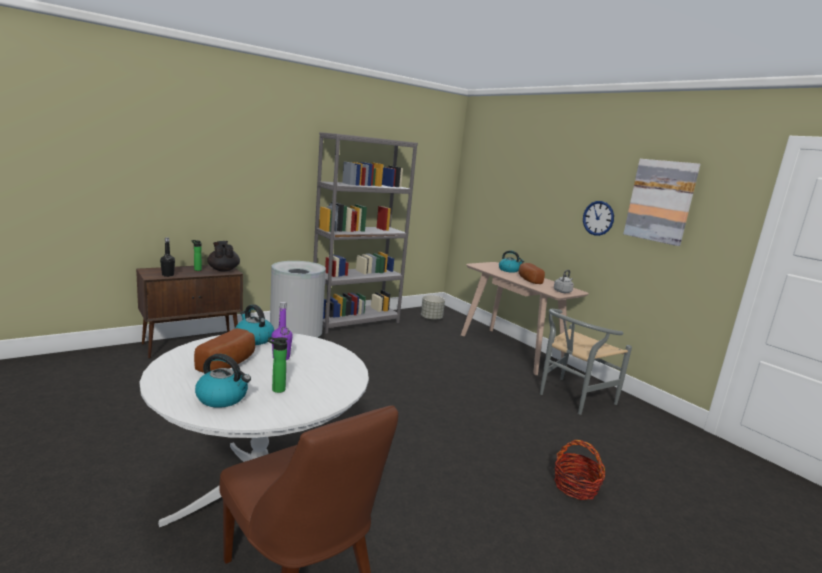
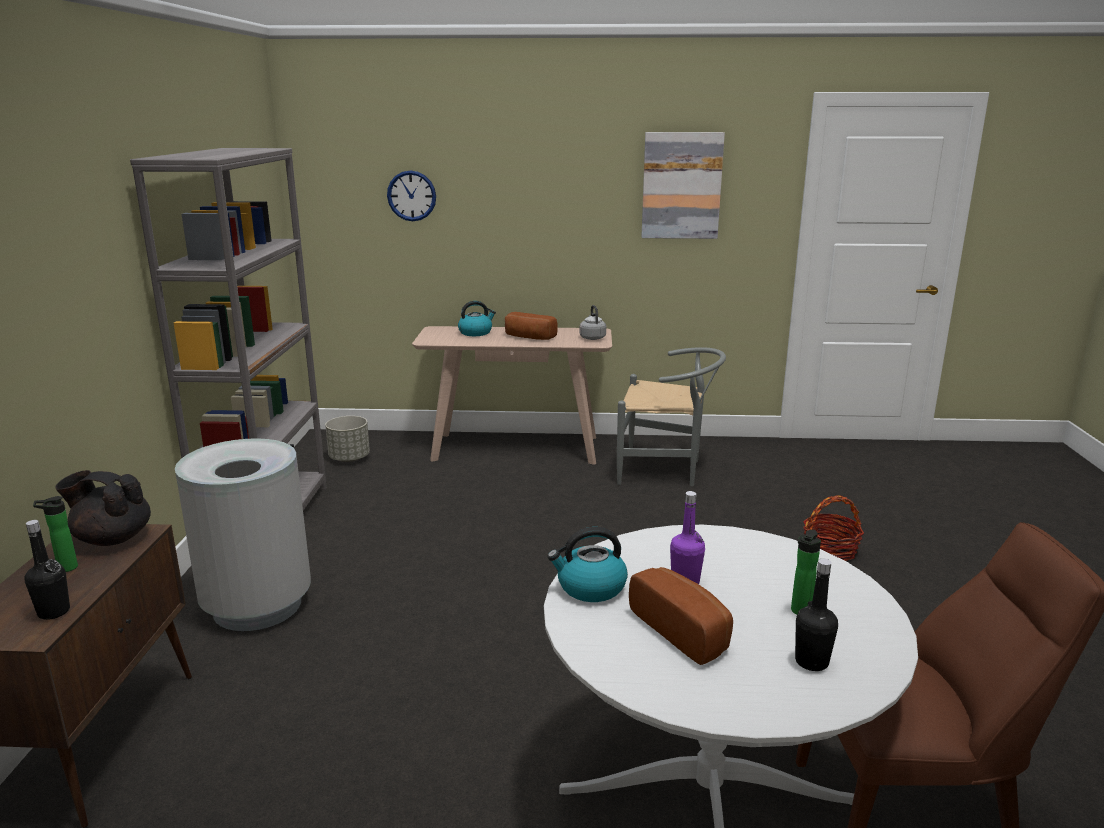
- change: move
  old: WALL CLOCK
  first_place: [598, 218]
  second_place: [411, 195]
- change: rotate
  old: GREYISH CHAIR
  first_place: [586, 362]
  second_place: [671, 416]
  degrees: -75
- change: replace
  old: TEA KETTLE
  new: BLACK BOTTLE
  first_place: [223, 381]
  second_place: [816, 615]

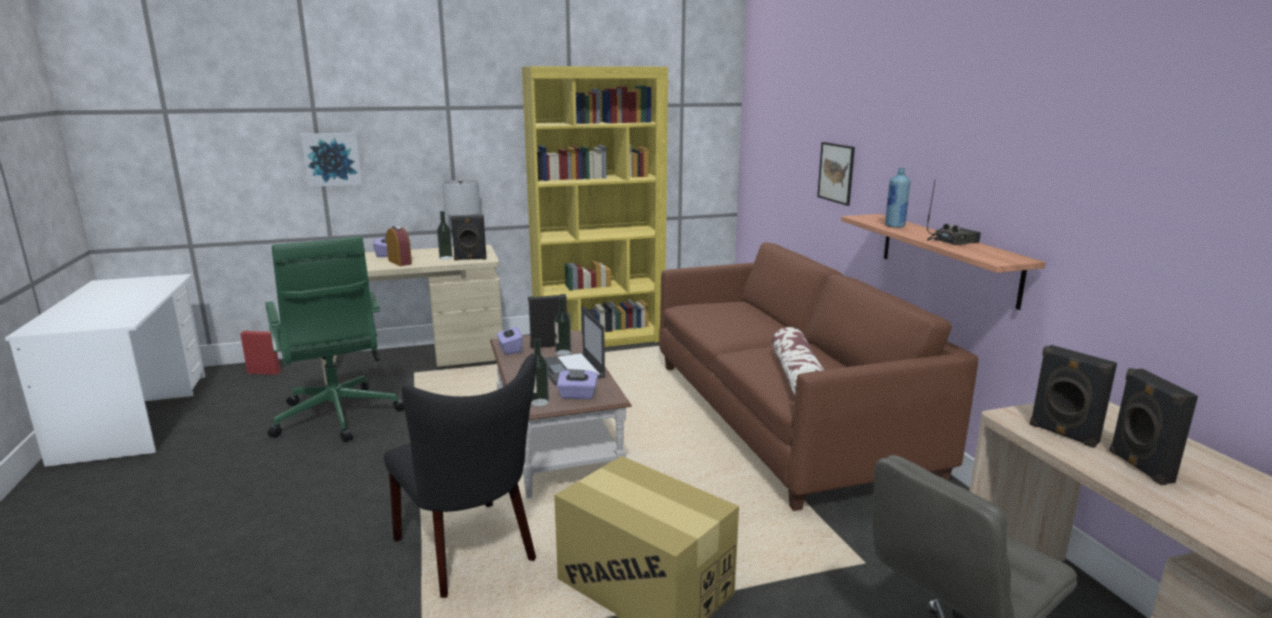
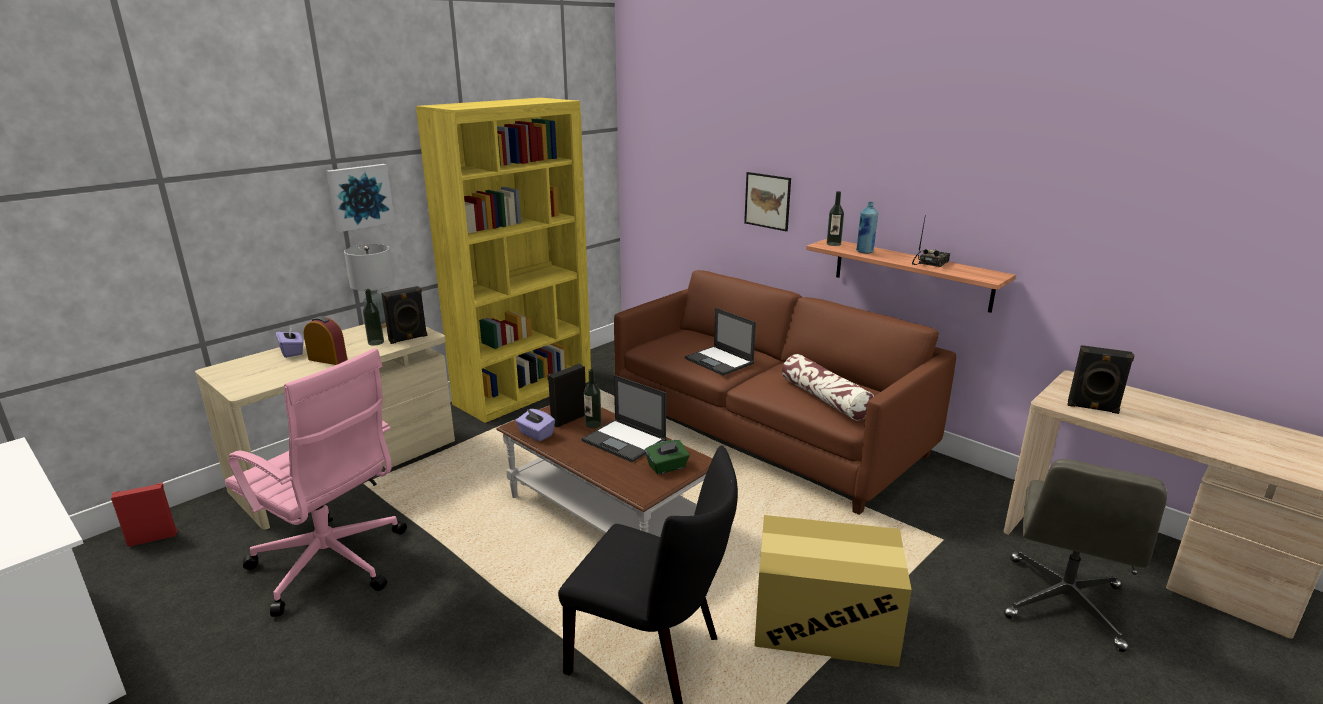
- change: recolor
  old: GREENISH COMPUTER CHAIR
  new: PINKISH COMPUTER CHAIR
  first_place: [334, 339]
  second_place: [316, 482]
- change: move
  old: WALL ART
  first_place: [332, 160]
  second_place: [360, 198]
- change: recolor
  old: PURPLE BOX OF TISSUES
  new: GREENISH BOX OF TISSUES
  first_place: [577, 384]
  second_place: [667, 457]
- change: insert
  new: NOTEBOOK COMPUTER
  second_place: [720, 342]
- change: move
  old: BOTTLE
  first_place: [540, 372]
  second_place: [835, 218]
- change: delete
  old: BLACK LOUDSPEAKER
  first_place: [1153, 426]

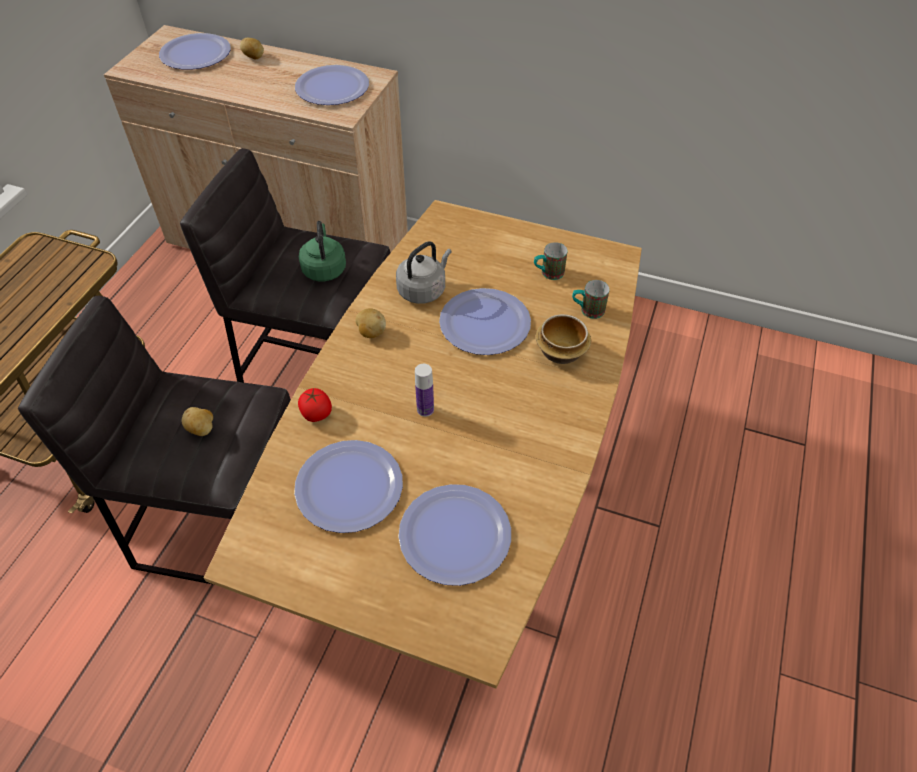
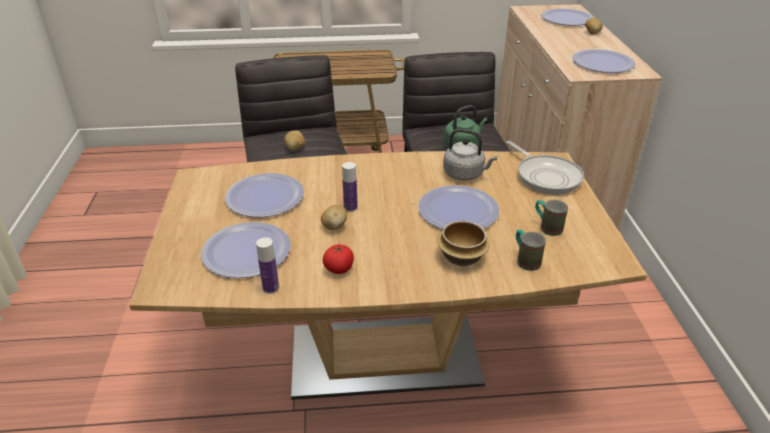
- change: insert
  new: BOTTLE
  second_place: [267, 265]
- change: move
  old: WHOLE POTATO
  first_place: [370, 323]
  second_place: [334, 217]
- change: move
  old: FRESH TOMATO
  first_place: [315, 405]
  second_place: [338, 259]
- change: insert
  new: SKILLET
  second_place: [545, 168]

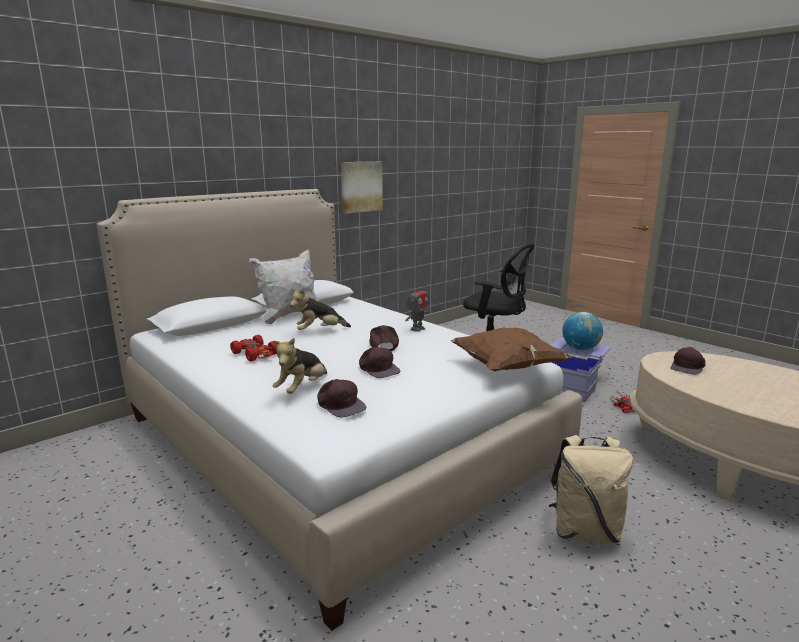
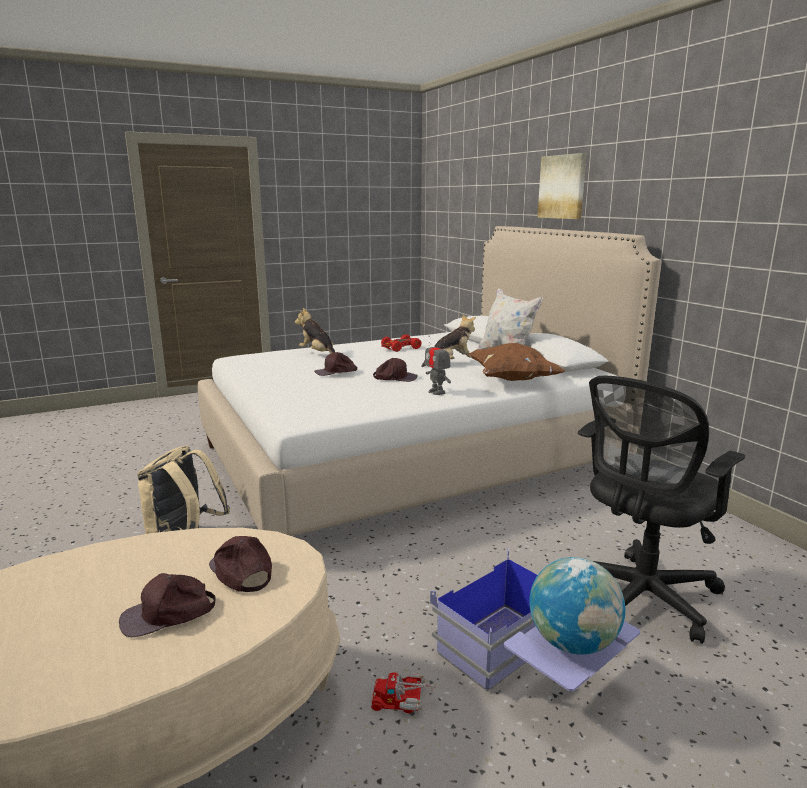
- change: move
  old: BROWNISH PEAKED CAP
  first_place: [342, 398]
  second_place: [167, 605]
- change: rotate
  old: SOFT TOY
  first_place: [320, 309]
  second_place: [448, 341]
  degrees: 75
- change: move
  old: BROWNISH PILLOW
  first_place: [511, 349]
  second_place: [516, 362]
- change: move
  old: WALL ART
  first_place: [362, 187]
  second_place: [562, 186]

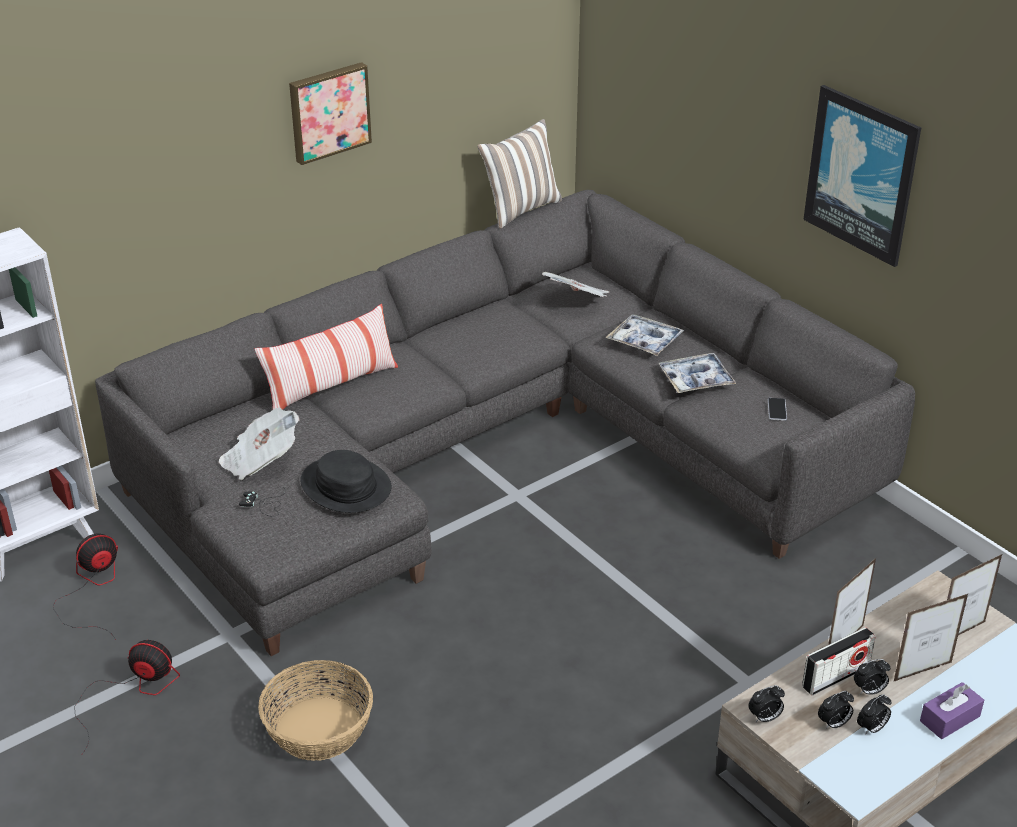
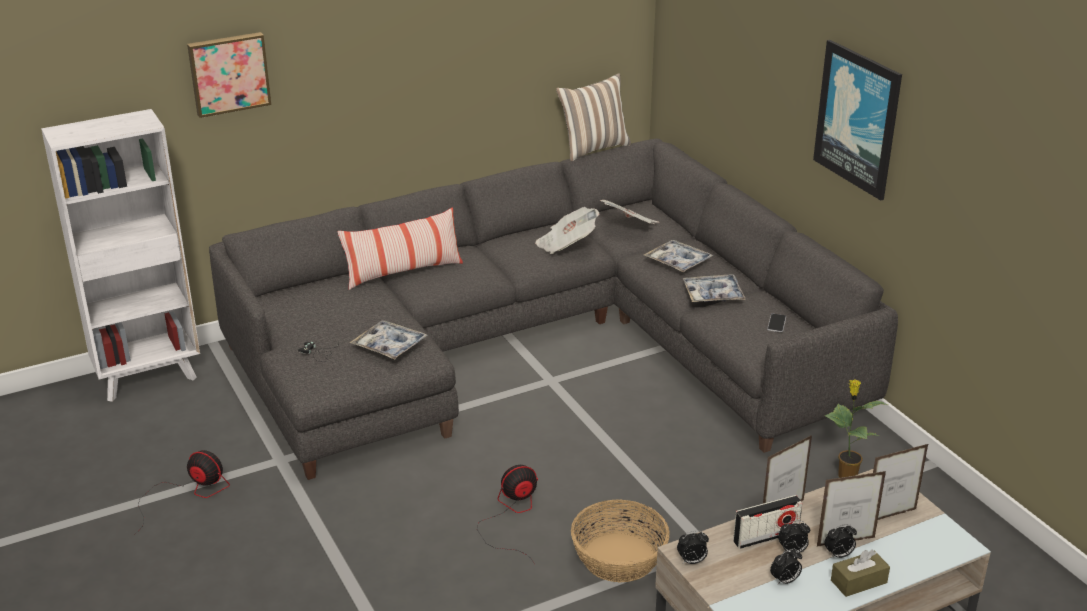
- change: move
  old: WALL ART
  first_place: [330, 113]
  second_place: [229, 75]
- change: replace
  old: BLACK HAT
  new: TRAY
  first_place: [346, 481]
  second_place: [389, 340]
- change: move
  old: COOLING FAN
  first_place: [85, 586]
  second_place: [507, 514]
- change: move
  old: NEWSPAPER
  first_place: [259, 443]
  second_place: [567, 230]
- change: move
  old: HOUSEHOLD BASKET
  first_place: [315, 710]
  second_place: [620, 541]
- change: move
  old: TABLE CLOCK
  first_place: [836, 710]
  second_place: [840, 541]
- change: insert
  new: POTTED PLANT
  second_place: [856, 429]
- change: recolor
  old: PURPLE BOX OF TISSUES
  new: BROWNISH BOX OF TISSUES
  first_place: [952, 710]
  second_place: [860, 573]

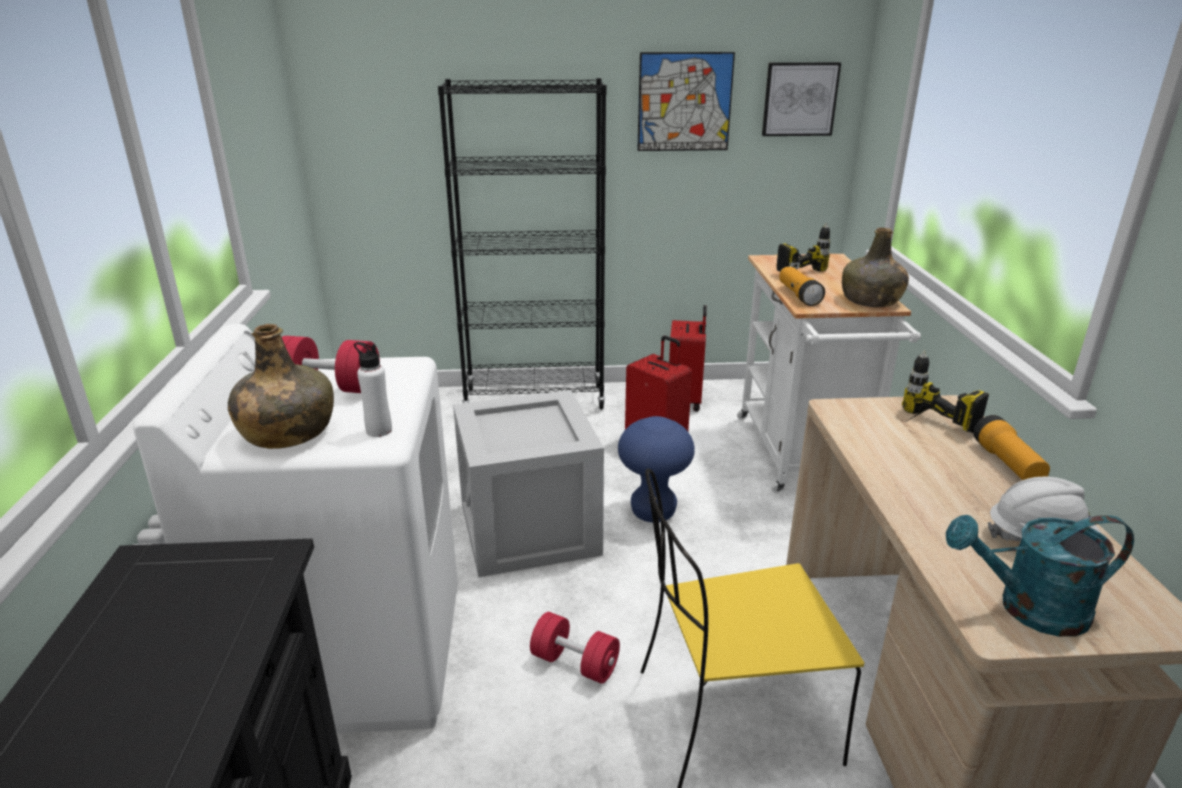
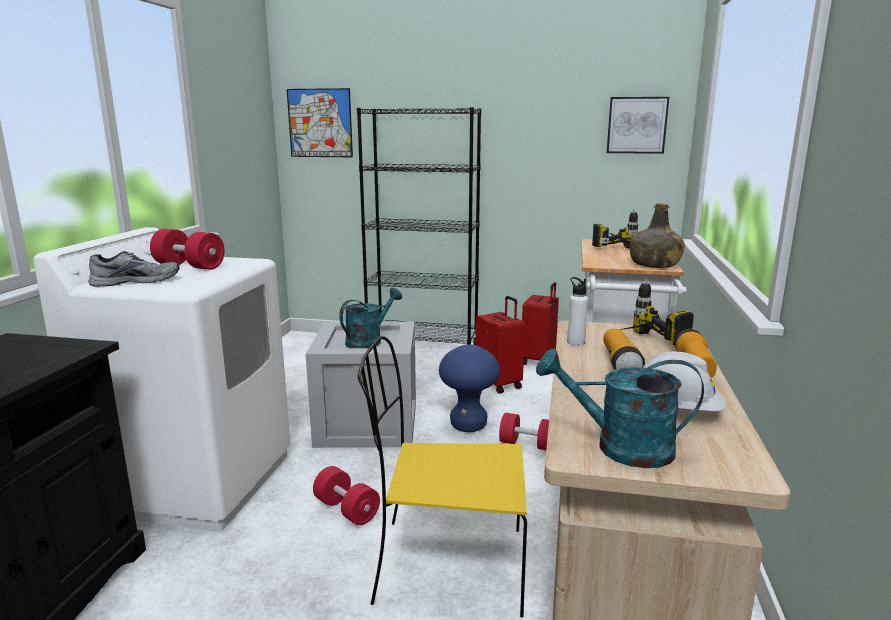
- change: replace
  old: GREENISH BOTTLE
  new: GREYISH SHOE
  first_place: [281, 386]
  second_place: [134, 269]
- change: move
  old: WALL ART
  first_place: [686, 101]
  second_place: [320, 122]
- change: insert
  new: BLUE-GREEN WATERING POT
  second_place: [370, 318]
- change: insert
  new: REDDISH DUMBBELL
  second_place: [524, 431]
- change: move
  old: WHITE BOTTLE
  first_place: [373, 389]
  second_place: [577, 311]
- change: move
  old: TORCH
  first_place: [802, 286]
  second_place: [624, 349]

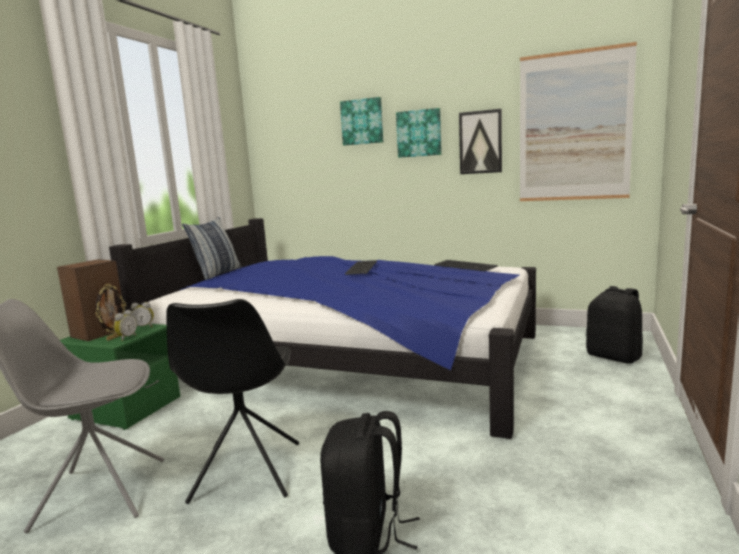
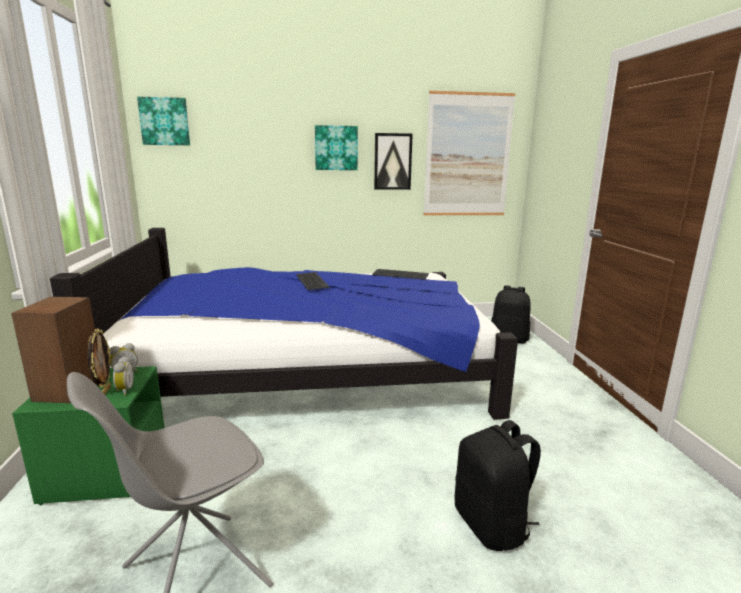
- change: move
  old: WALL ART
  first_place: [361, 121]
  second_place: [163, 121]
- change: delete
  old: BLACK CHAIR
  first_place: [232, 401]
- change: delete
  old: PILLOW
  first_place: [211, 248]

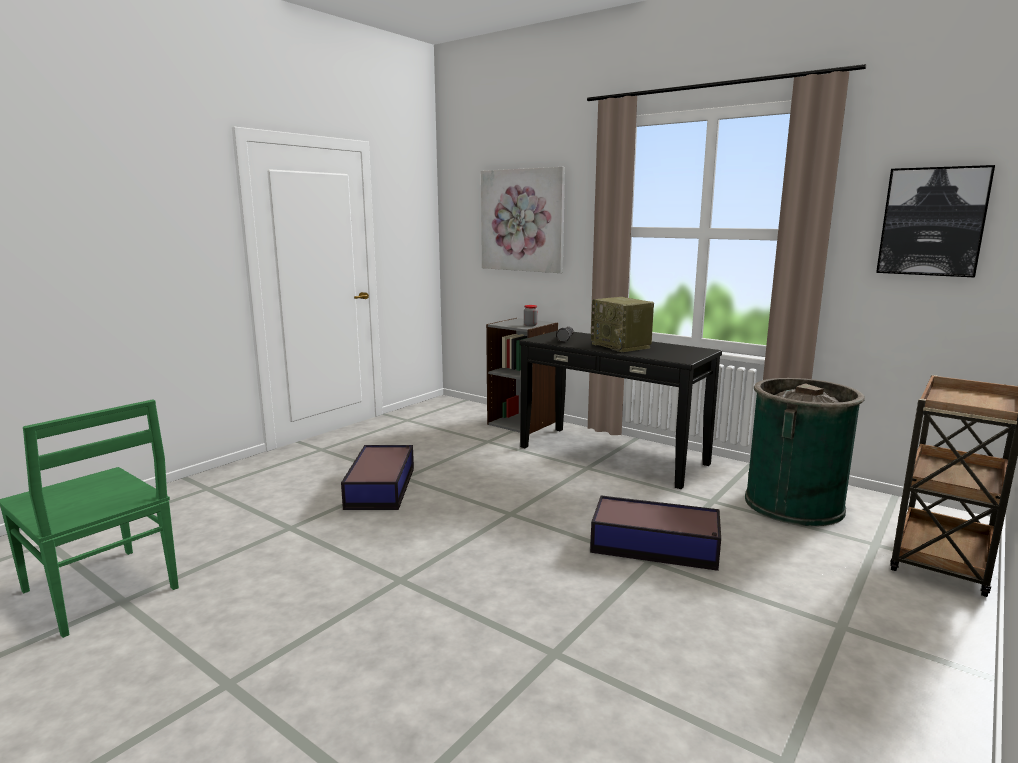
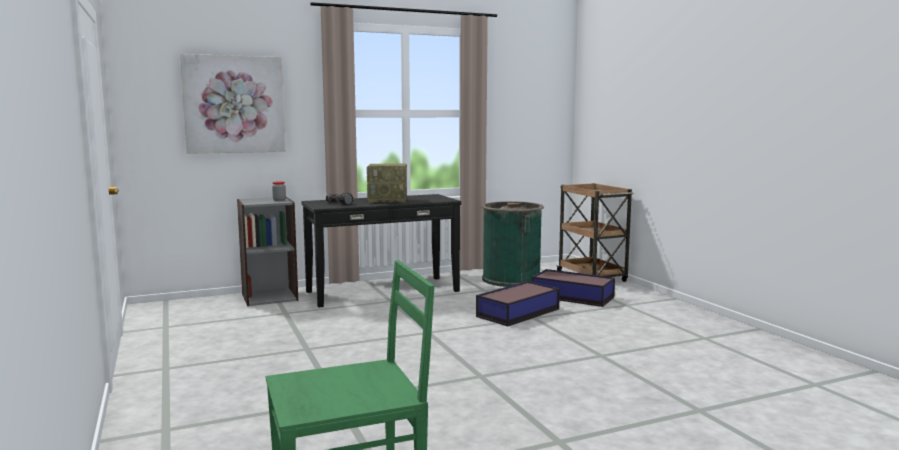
- change: move
  old: STORAGE BOX
  first_place: [377, 477]
  second_place: [573, 288]
- change: delete
  old: WALL ART
  first_place: [935, 221]

